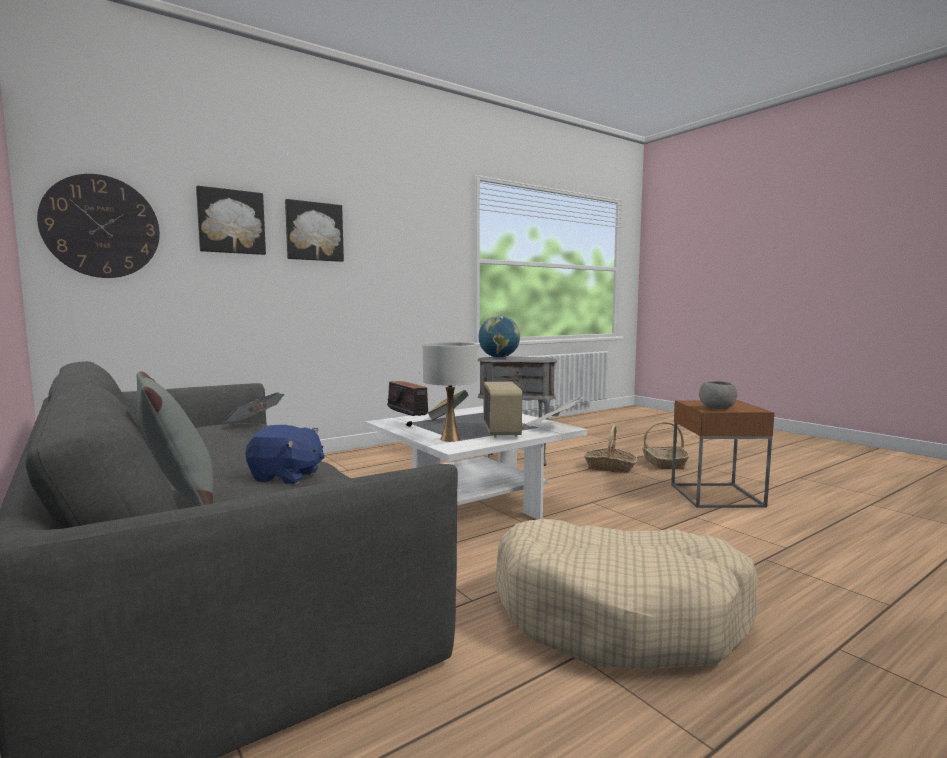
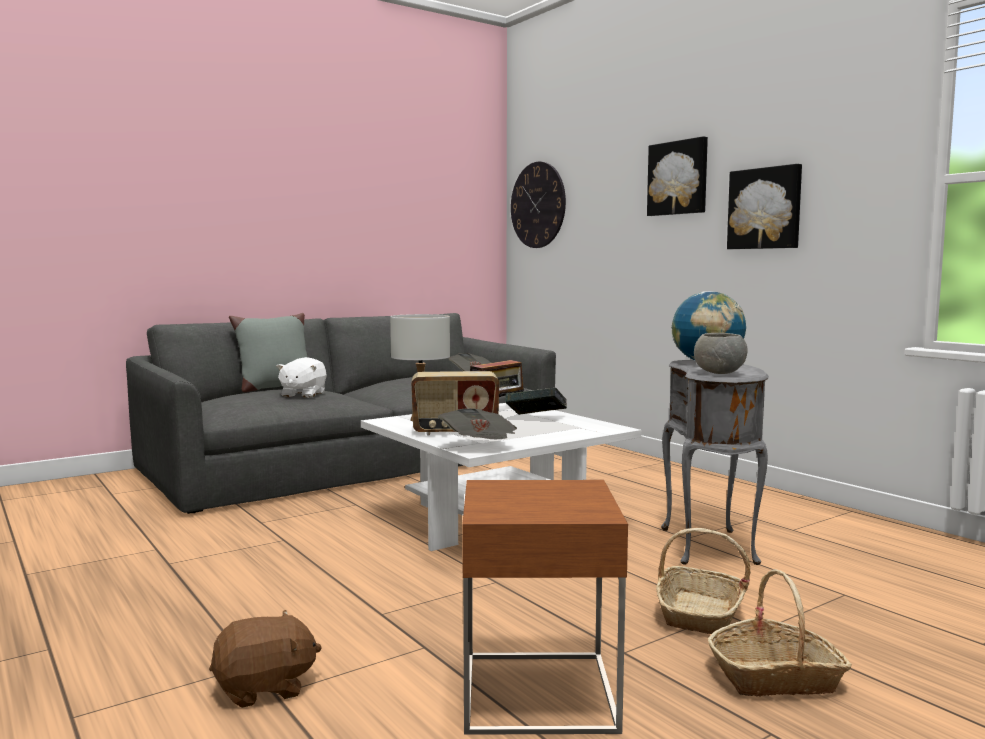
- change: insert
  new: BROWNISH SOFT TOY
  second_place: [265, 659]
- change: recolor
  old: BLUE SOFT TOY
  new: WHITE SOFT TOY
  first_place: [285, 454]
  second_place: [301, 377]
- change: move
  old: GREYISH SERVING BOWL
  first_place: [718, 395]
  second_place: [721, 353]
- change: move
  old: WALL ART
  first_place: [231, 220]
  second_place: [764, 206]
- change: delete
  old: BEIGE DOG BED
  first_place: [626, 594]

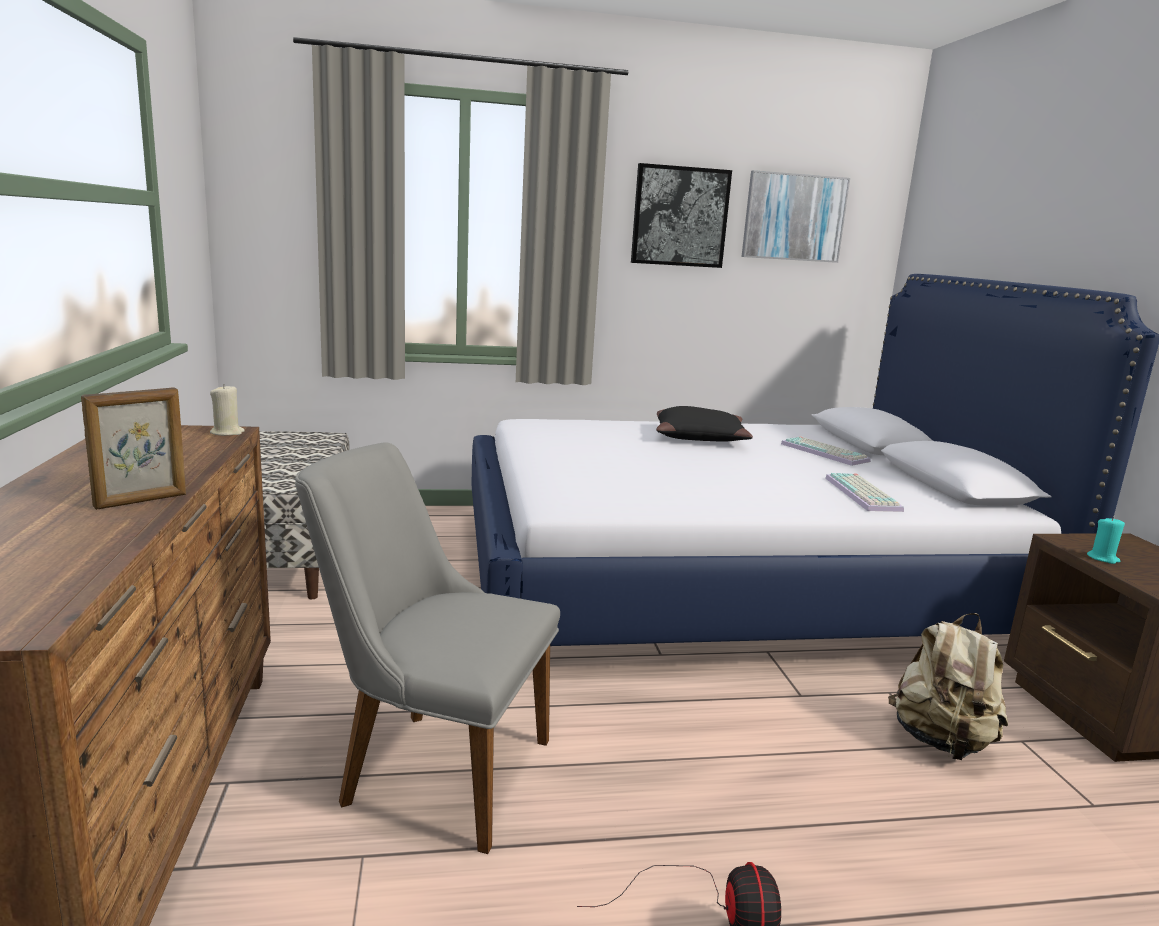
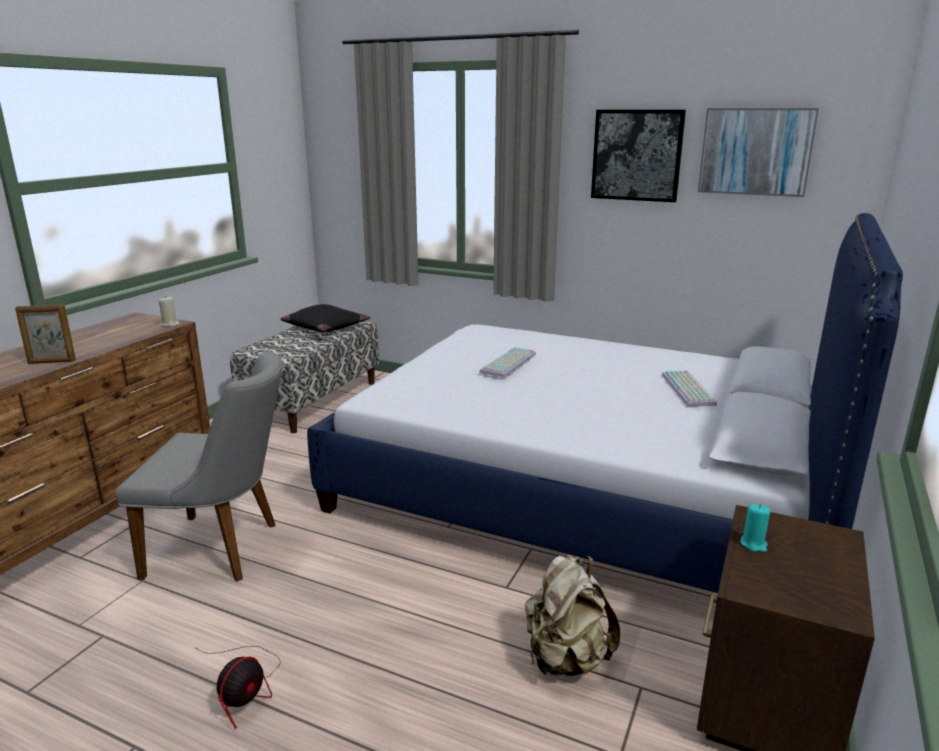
- change: rotate
  old: GREYISH CHAIR
  first_place: [427, 648]
  second_place: [199, 466]
  degrees: 135
- change: move
  old: BLACK PILLOW
  first_place: [704, 424]
  second_place: [325, 318]
- change: move
  old: COMPUTER KEYBOARD
  first_place: [864, 492]
  second_place: [507, 362]

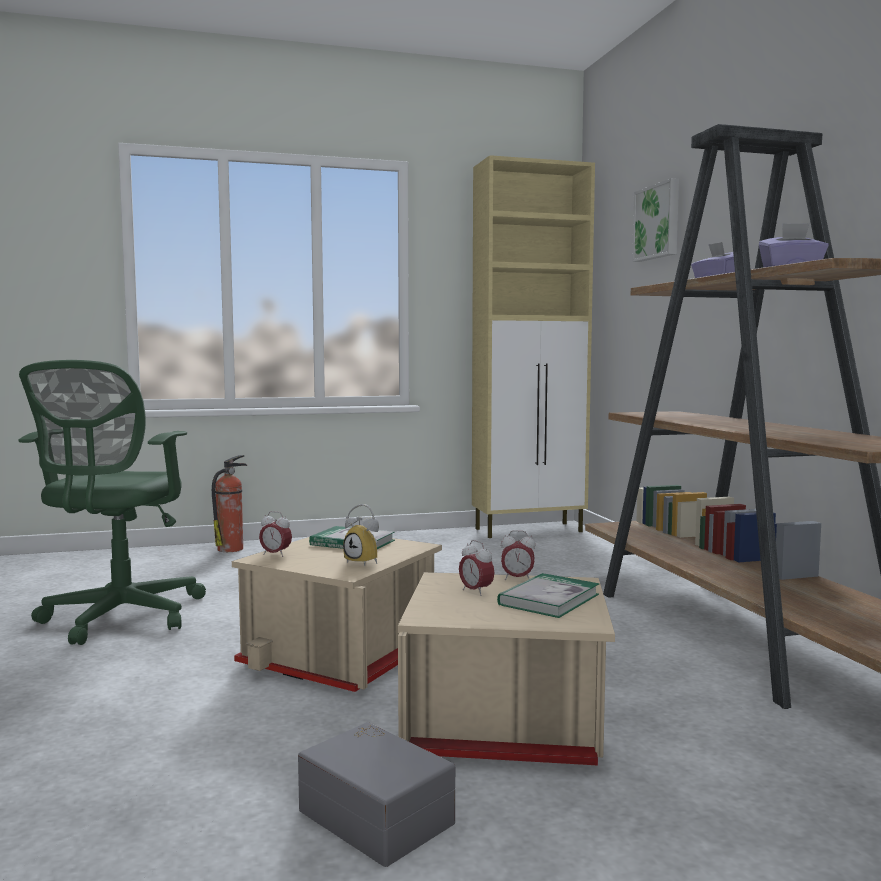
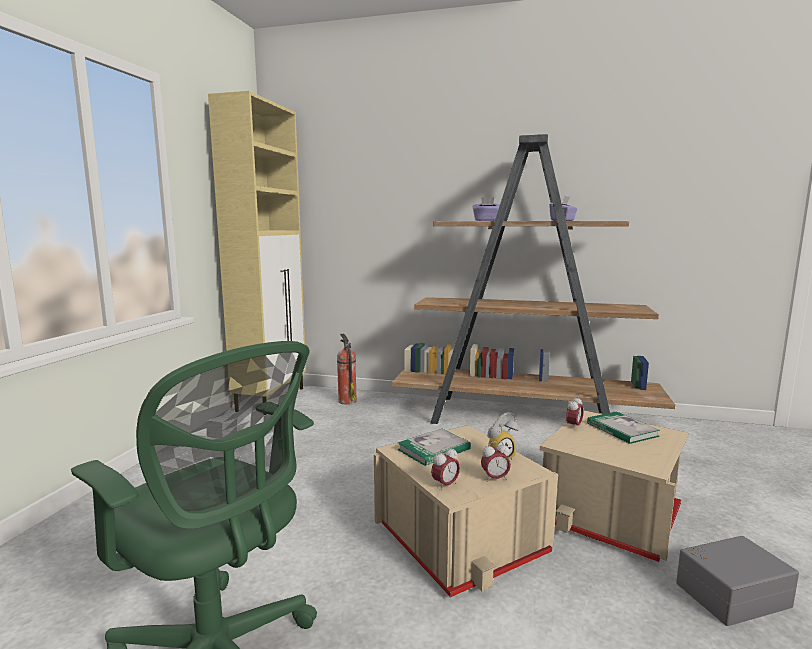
- change: move
  old: EXTINGUISHER
  first_place: [229, 503]
  second_place: [346, 369]
- change: move
  old: TABLE CLOCK
  first_place: [476, 568]
  second_place: [496, 461]
- change: delete
  old: WALL ART
  first_place: [655, 220]

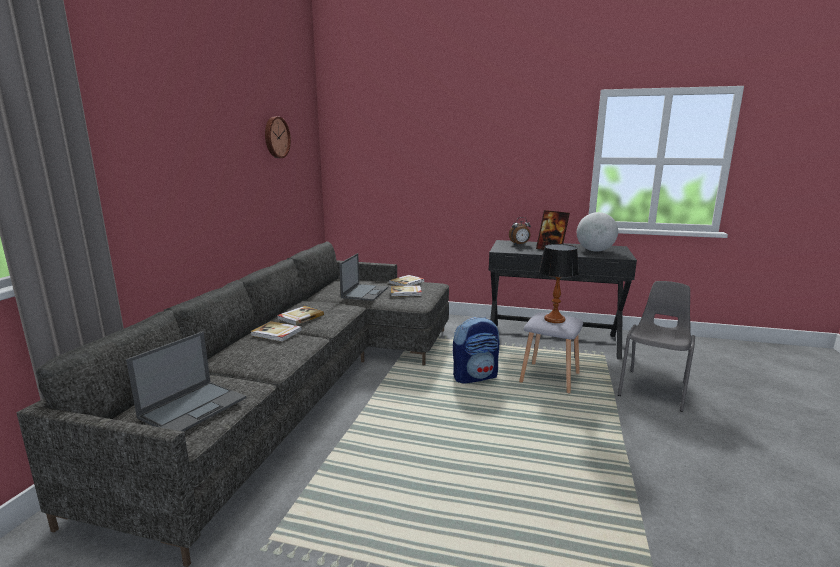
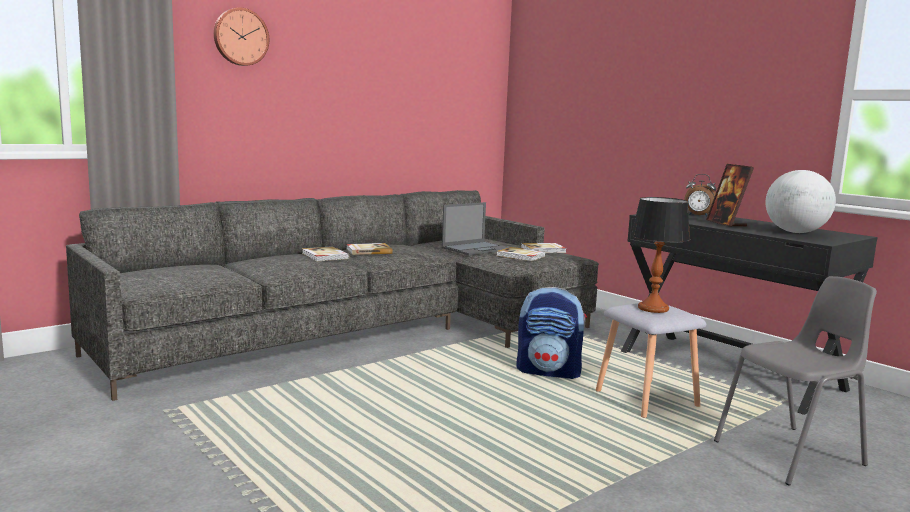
- change: move
  old: WALL CLOCK
  first_place: [278, 137]
  second_place: [241, 37]
- change: delete
  old: NOTEBOOK COMPUTER
  first_place: [186, 381]

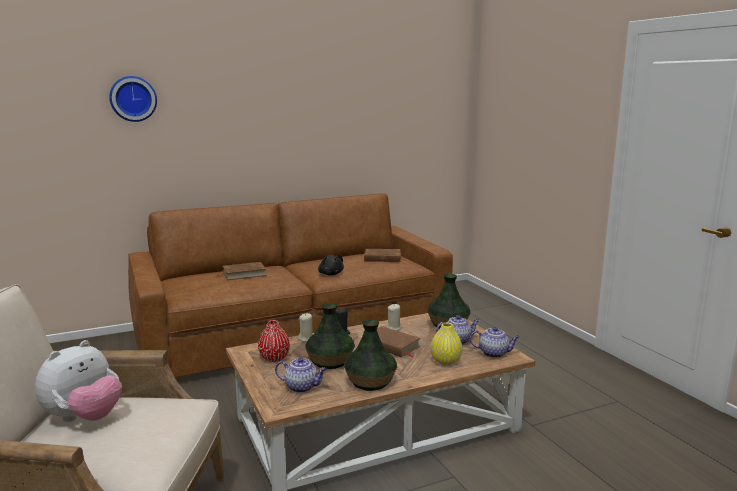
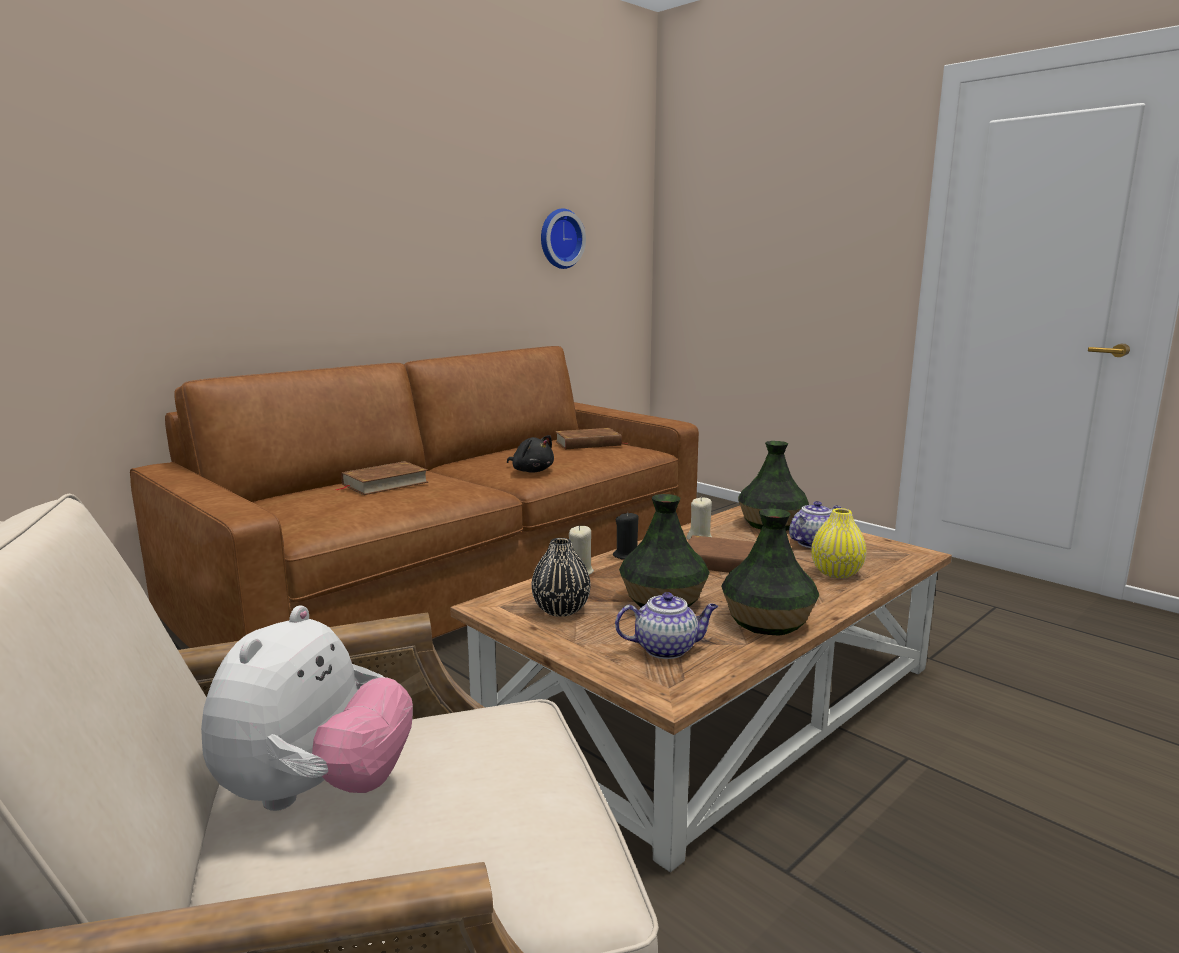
- change: recolor
  old: REDDISH DECORATIVE VASE
  new: BLACK DECORATIVE VASE
  first_place: [274, 341]
  second_place: [561, 577]
- change: move
  old: WALL CLOCK
  first_place: [133, 99]
  second_place: [563, 238]
- change: delete
  old: TEAPOT
  first_place: [495, 342]

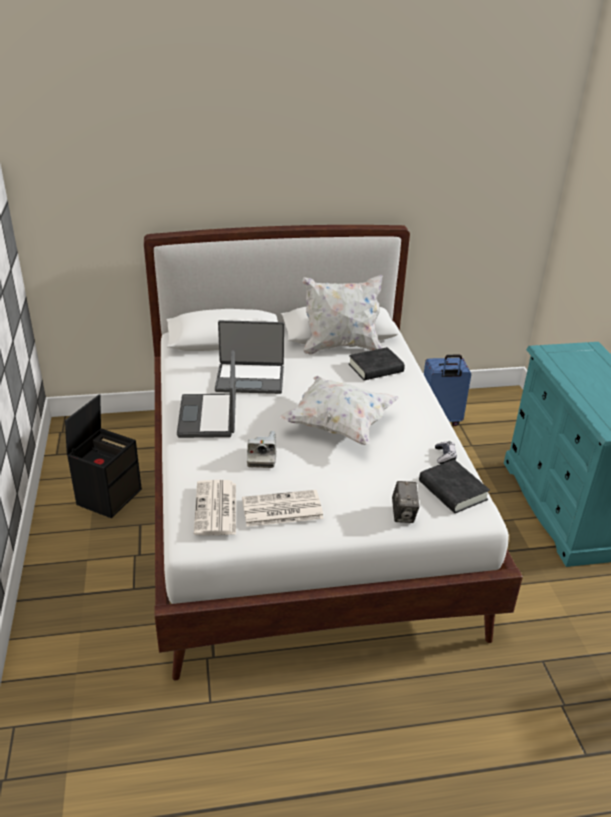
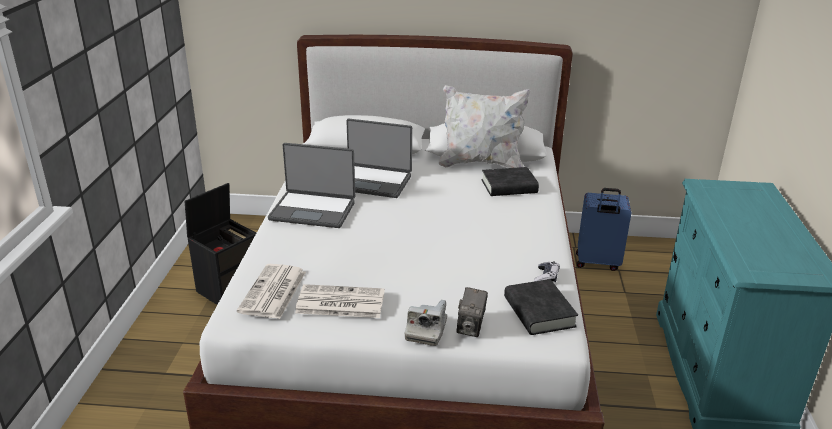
- change: rotate
  old: NOTEBOOK COMPUTER
  first_place: [206, 394]
  second_place: [311, 185]
  degrees: -90
- change: move
  old: STILL CAMERA
  first_place: [261, 449]
  second_place: [426, 323]
- change: delete
  old: WHITE PILLOW
  first_place: [339, 410]

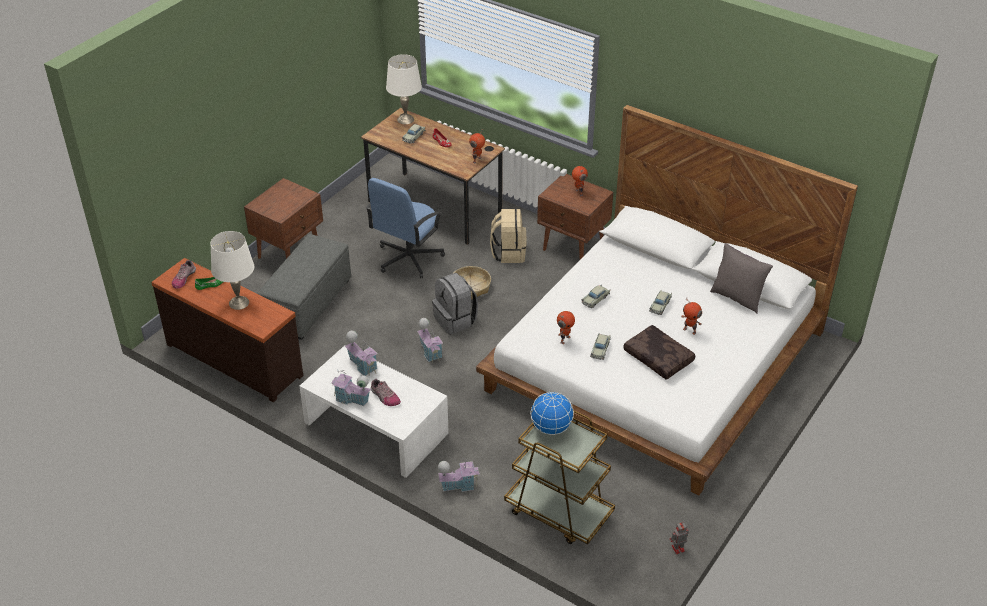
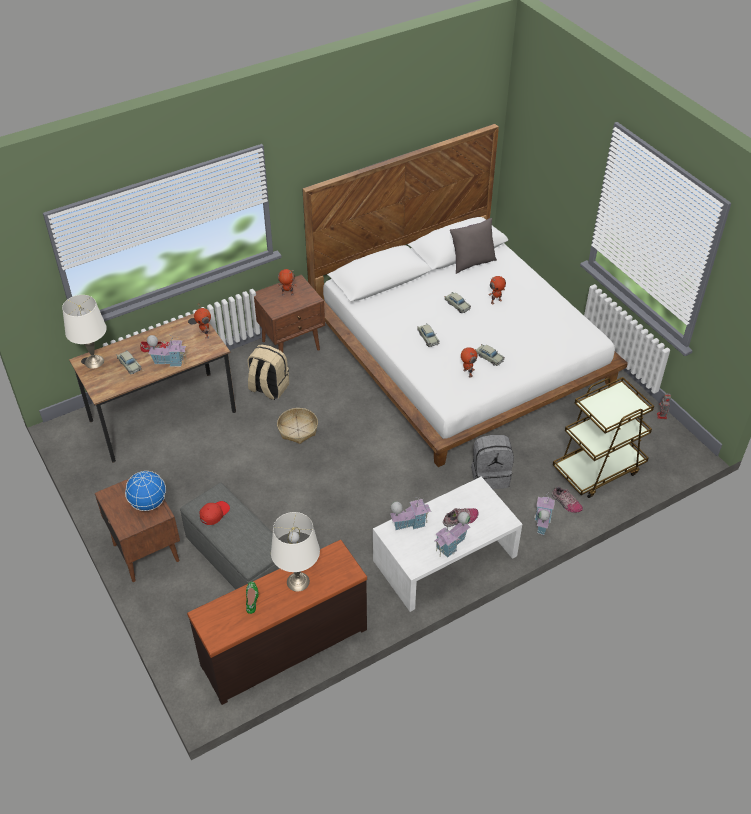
- change: move
  old: DESK GLOBE
  first_place: [552, 413]
  second_place: [145, 491]
- change: move
  old: MINIATURE HOUSE
  first_place: [430, 340]
  second_place: [167, 351]
- change: insert
  new: REDDISH PEAKED CAP
  second_place: [215, 513]
- change: move
  old: GREYISH RUCKSACK
  first_place: [455, 303]
  second_place: [492, 462]
- change: move
  old: SHOE
  first_place: [184, 274]
  second_place: [567, 499]
- change: delete
  old: BLUE COMPUTER CHAIR
  first_place: [405, 228]
- change: delete
  old: BROWNISH PILLOW
  first_place: [659, 352]

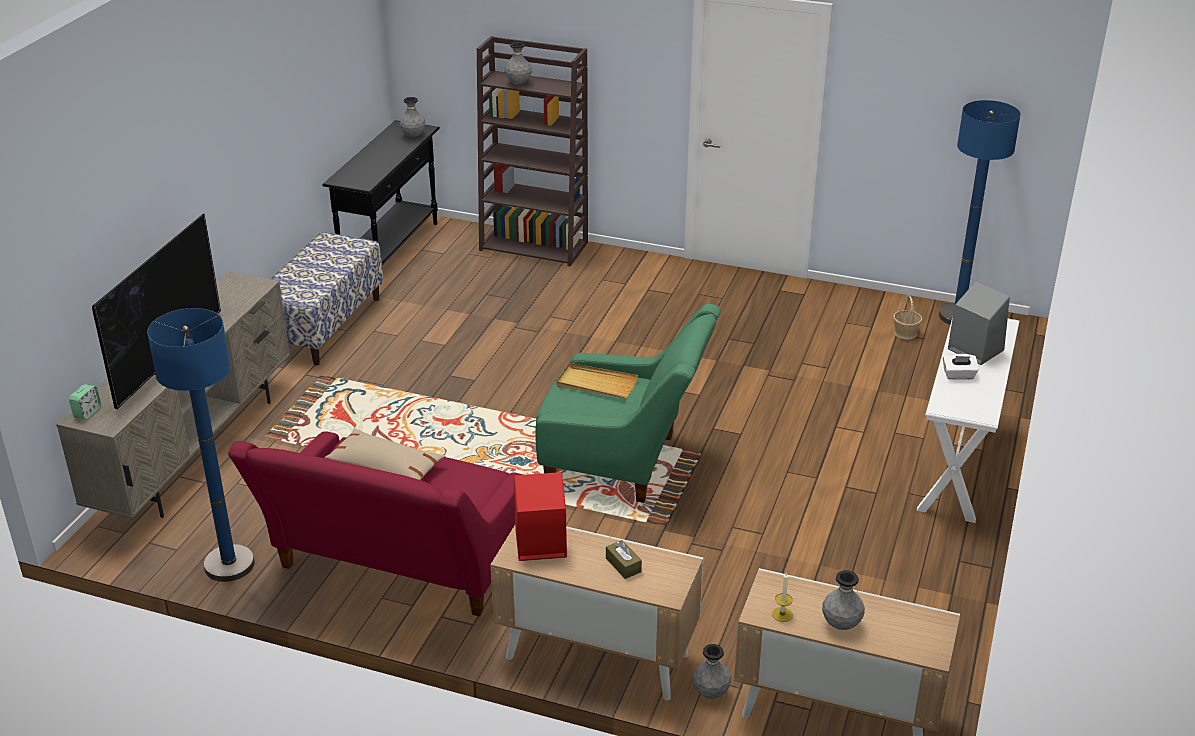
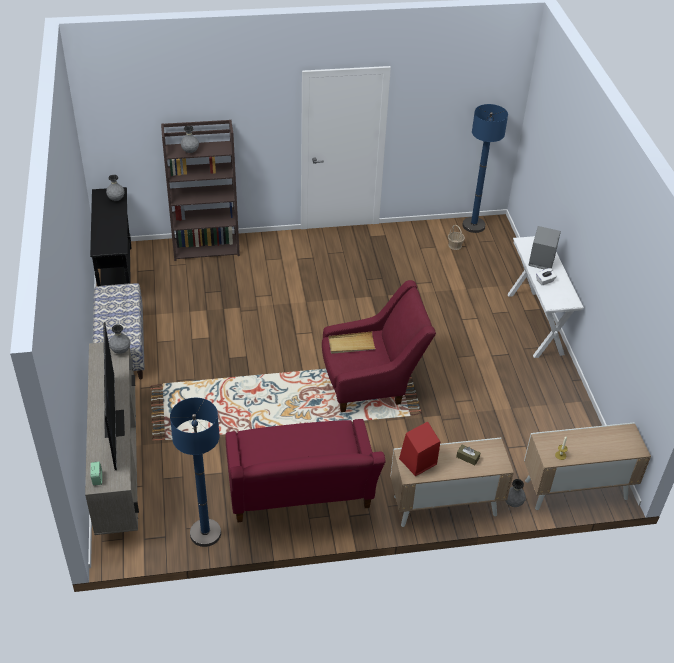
- change: move
  old: GREYISH DECORATIVE VASE
  first_place: [843, 600]
  second_place: [120, 339]
- change: recolor
  old: GREENISH EASY CHAIR
  new: REDDISH EASY CHAIR
  first_place: [628, 403]
  second_place: [379, 346]
- change: delete
  old: BEIGE PILLOW
  first_place: [384, 454]

